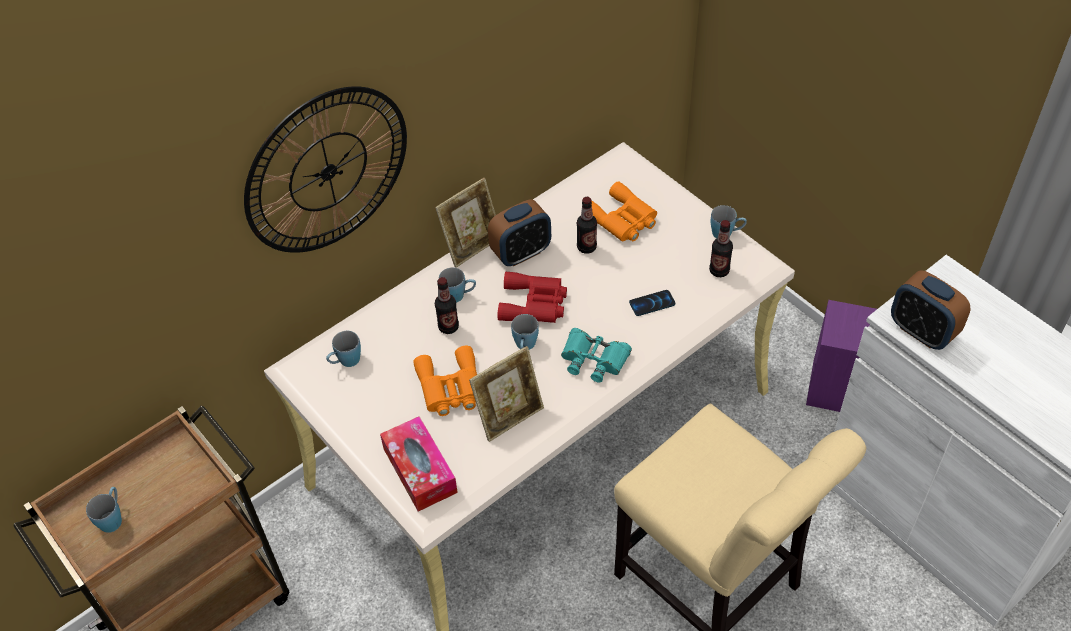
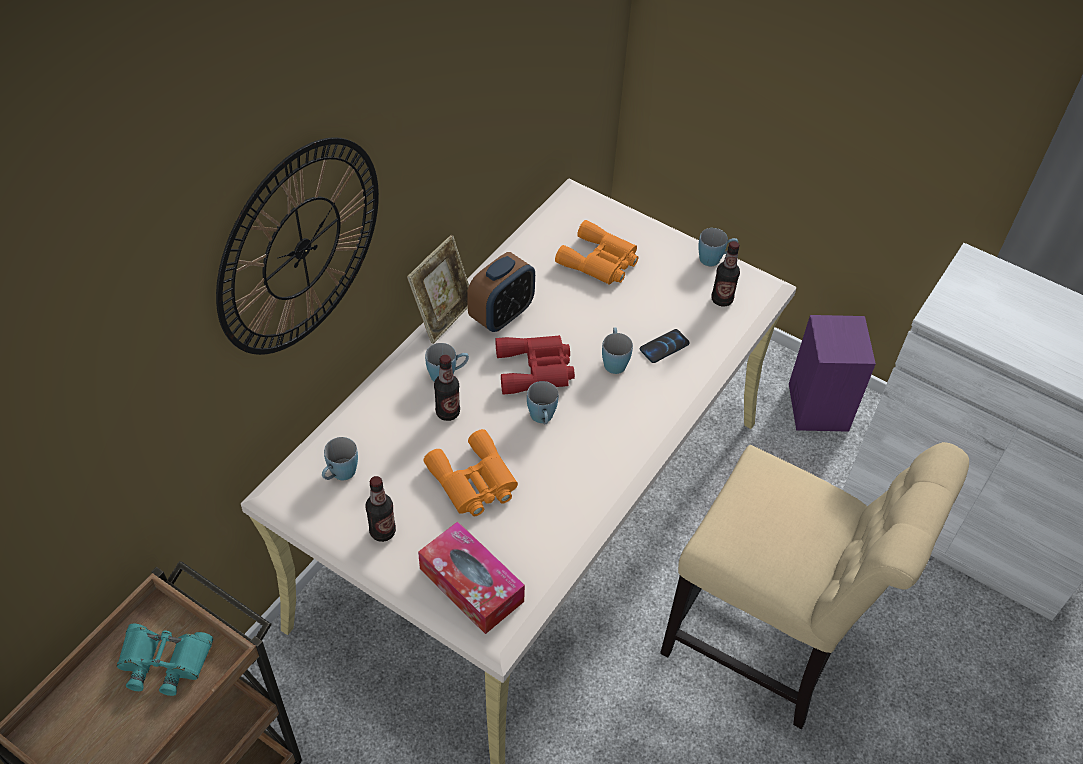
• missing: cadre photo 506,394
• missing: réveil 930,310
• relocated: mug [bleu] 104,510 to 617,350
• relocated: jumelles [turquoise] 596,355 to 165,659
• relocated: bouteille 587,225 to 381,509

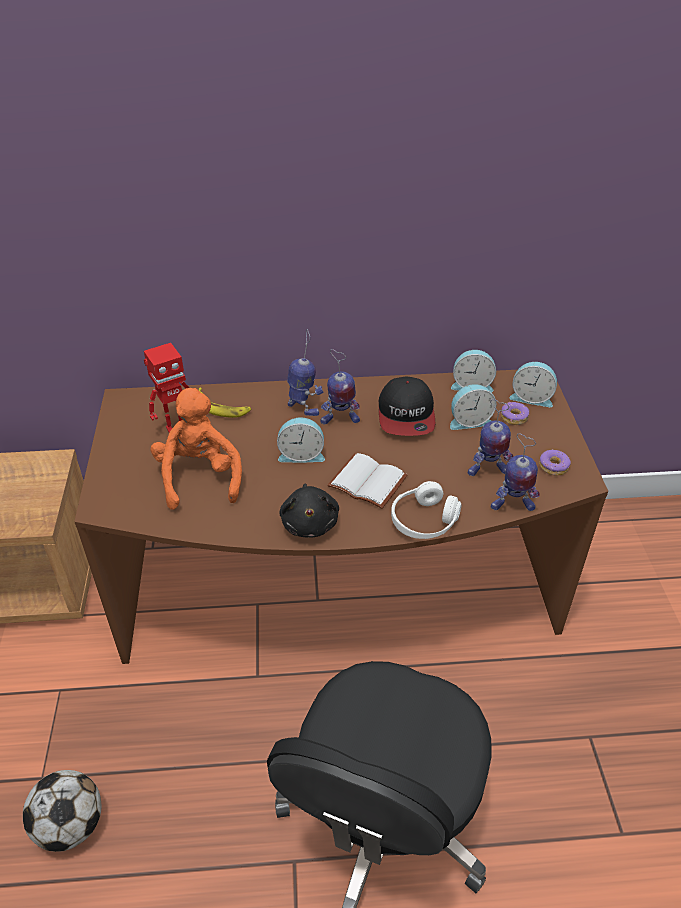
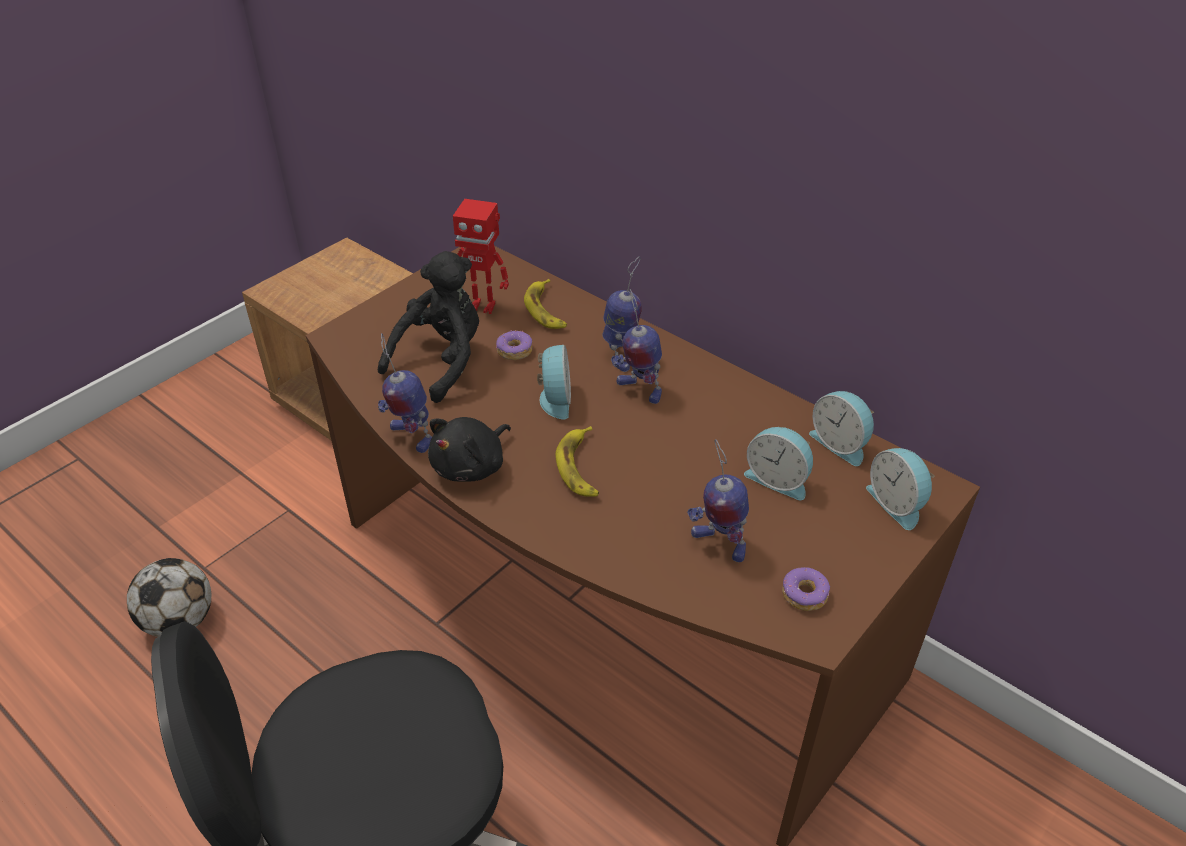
• missing: casquette 407,406
• missing: casque audio [blanc] 426,510
• relocated: robot jouet 515,472 to 405,393
• relocated: beignet 515,413 to 514,345
• exchanged: livre [blanc] 367,481 to banane 577,461
• colour: peluche [orange] 196,449 to peluche [noir] 428,327
• spun: réveil 301,440 = 554,382 135 degrees counterclockwise

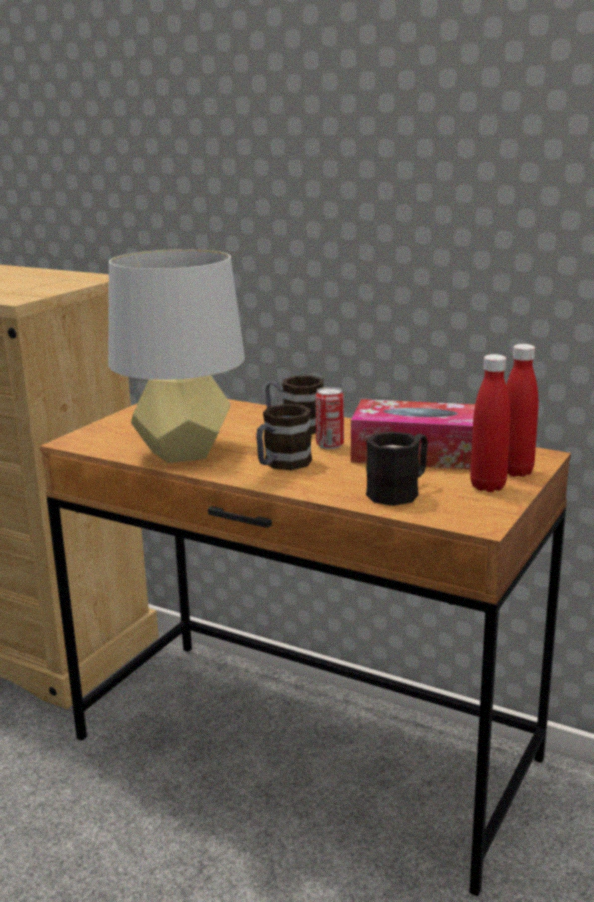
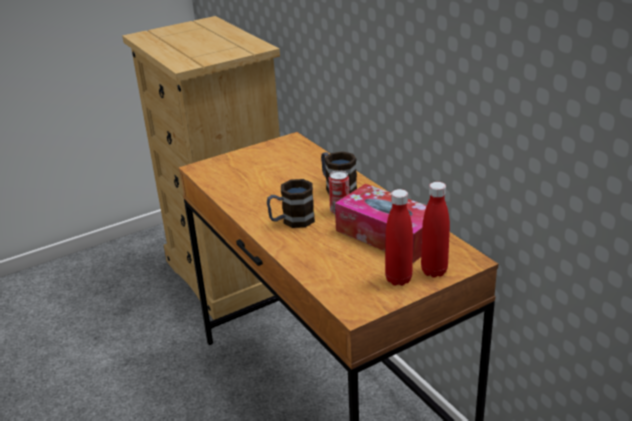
• missing: lampe de table [gris] 176,356
• missing: mug [noir] 397,468

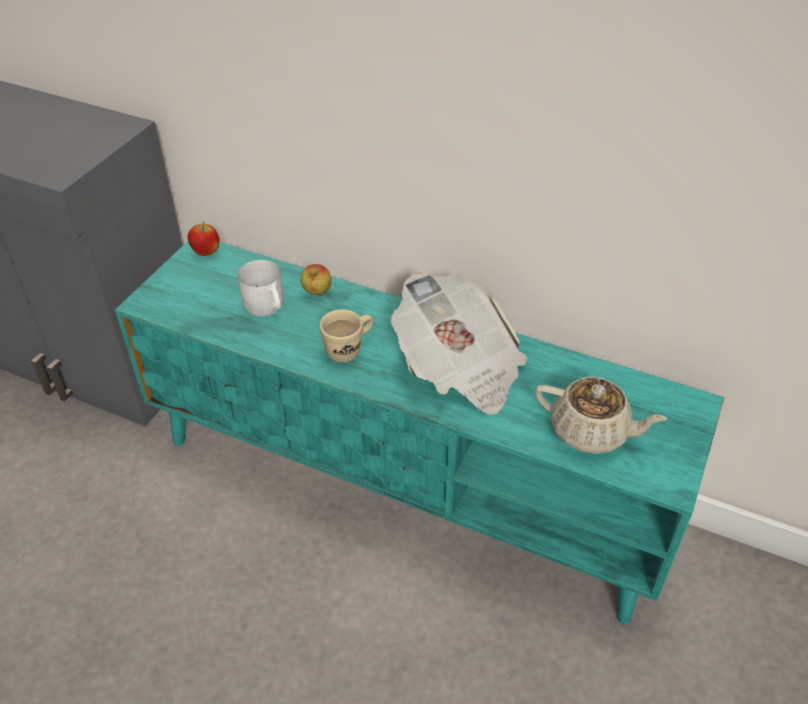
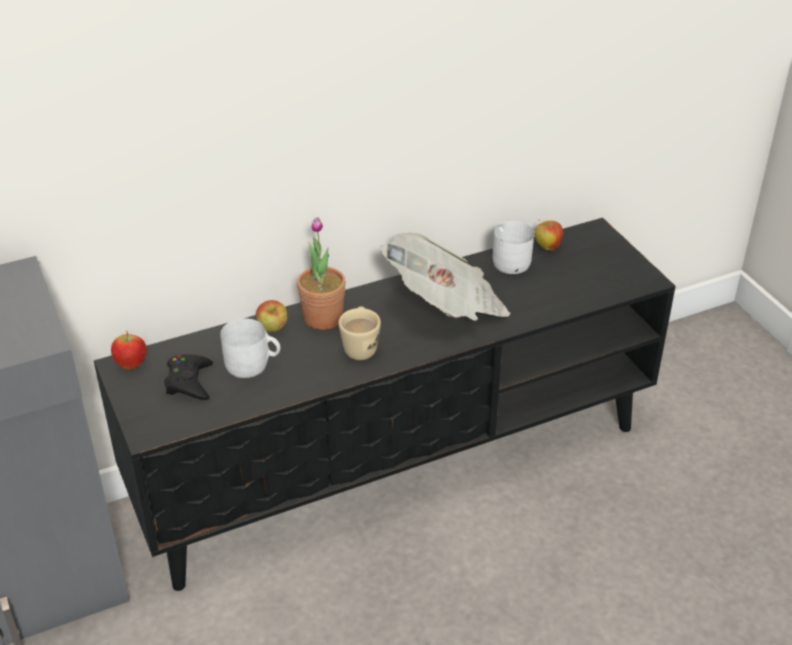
• missing: théière [beige] 601,415
• appeared: manette [noir] 188,377
• appeared: plante en pot 321,273
• appeared: mug [blanc] 513,247
• appeared: pomme 548,235
• colour: meuble télé [turquoise] 420,432 to meuble télé [noir] 385,404

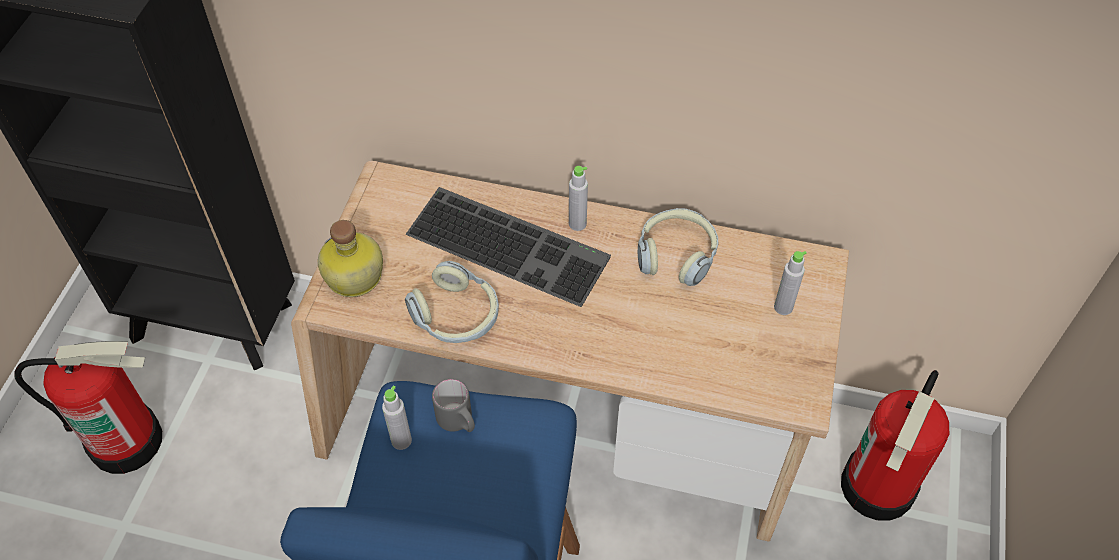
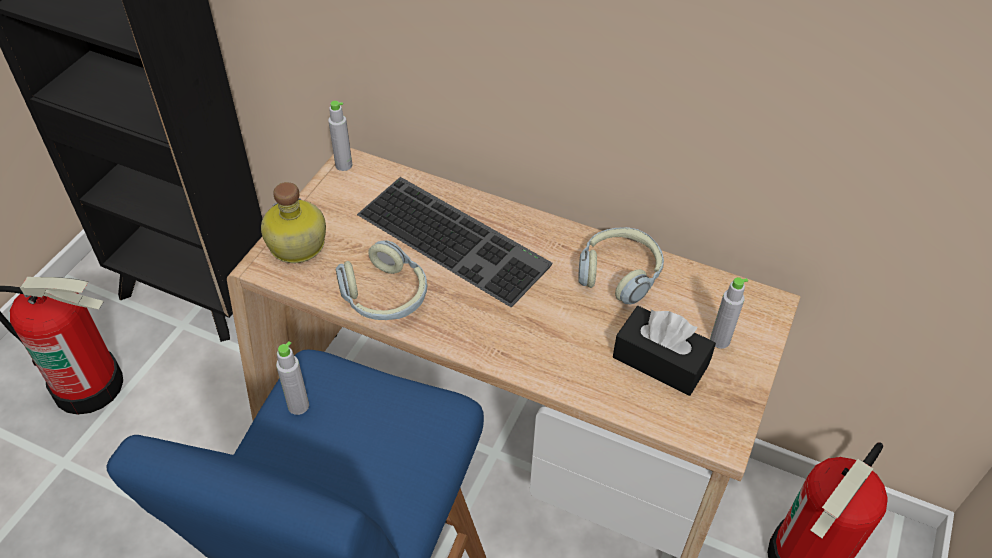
• missing: mug [gris] 453,405
• appeared: boîte à mouchoirs [noir] 664,351
• relocated: bouteille [gris] 578,198 to 340,136

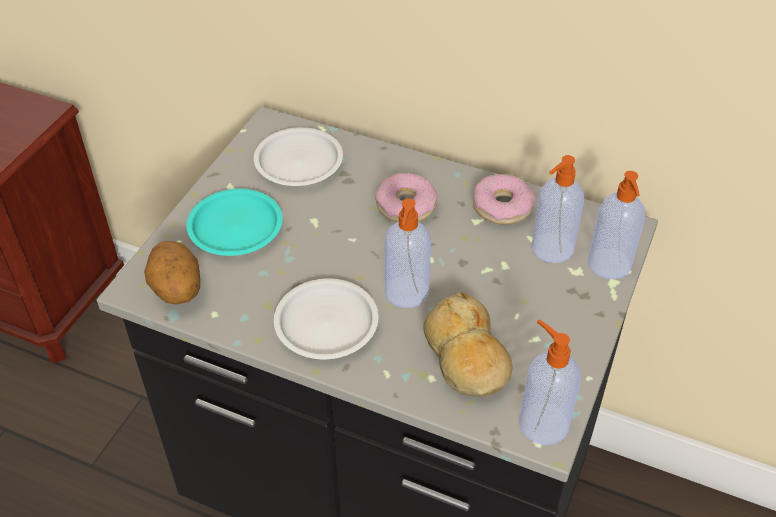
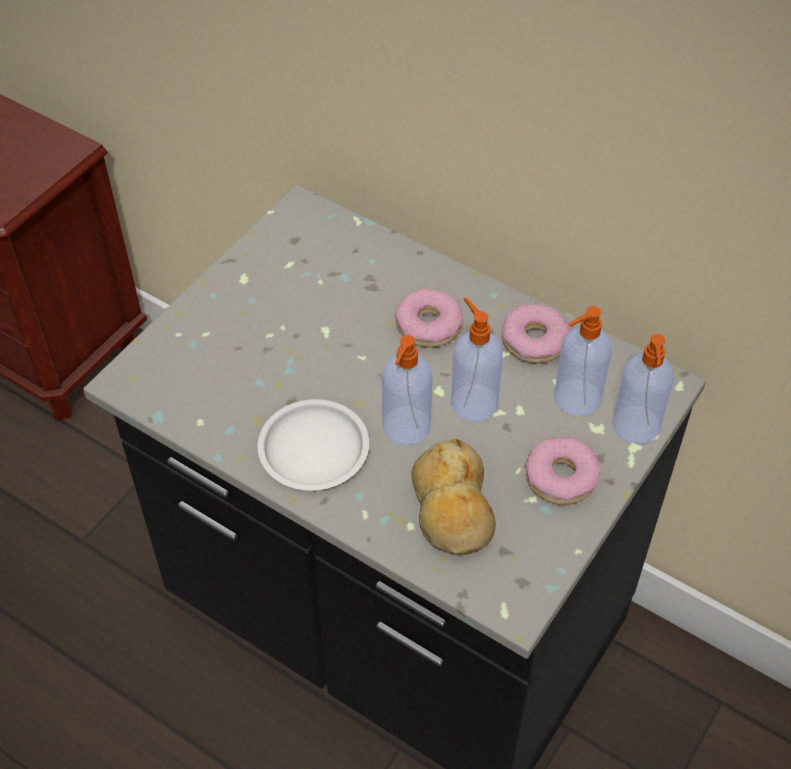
• missing: pomme de terre 172,273
• missing: assiette [turquoise] 234,222
• missing: assiette [blanc] 298,156
• appeared: beignet 563,471
• relocated: distributeur de savon 550,382 to 477,359

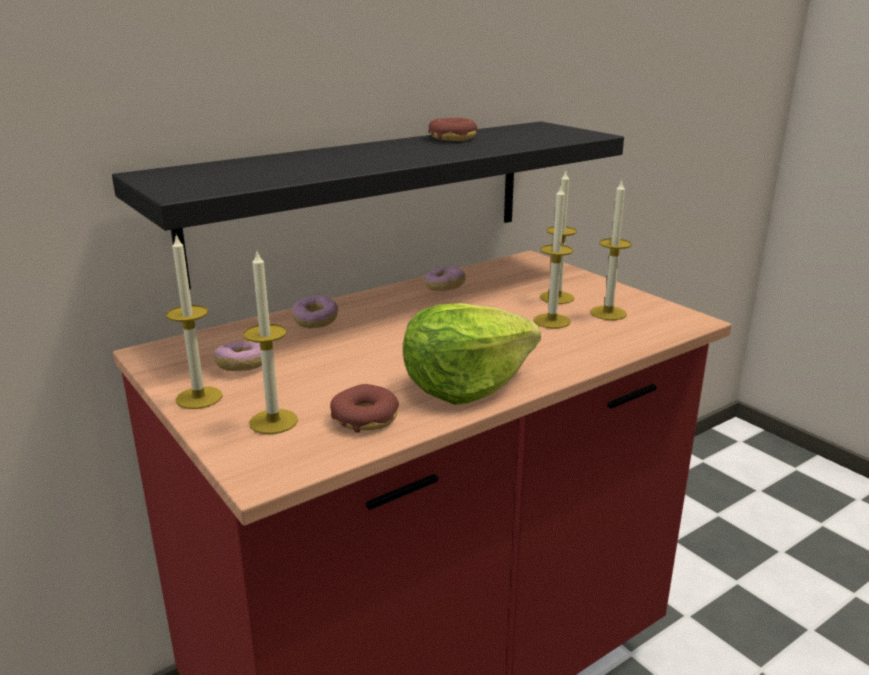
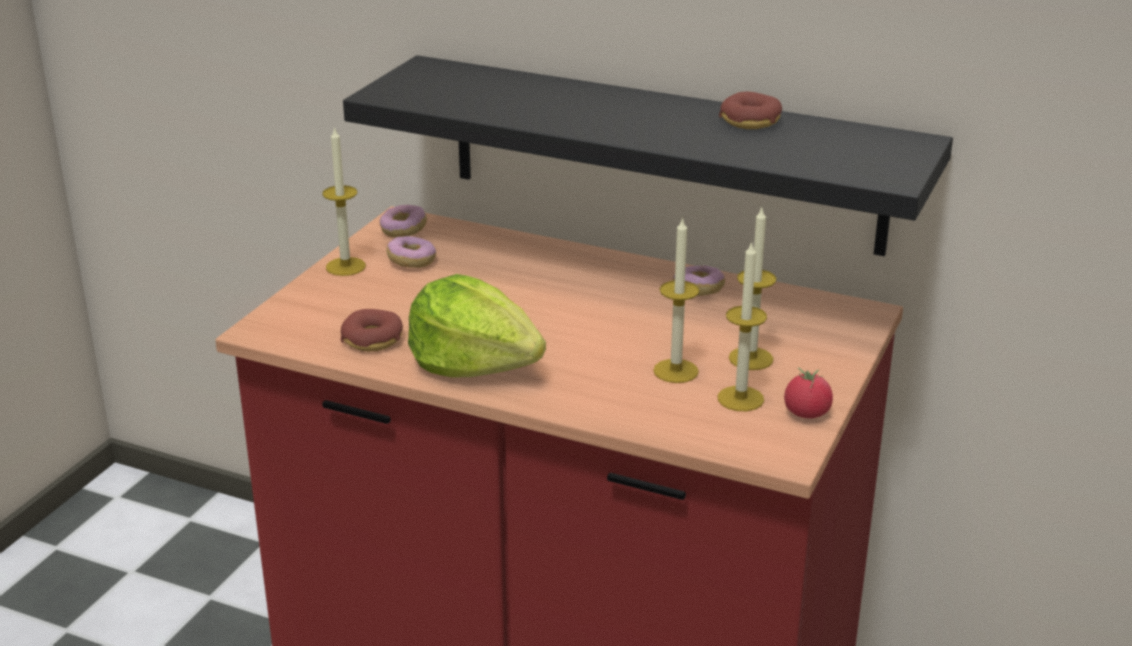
• missing: bougie 270,343
• appeared: tomate 808,393
• relocated: beignet 314,312 to 403,221

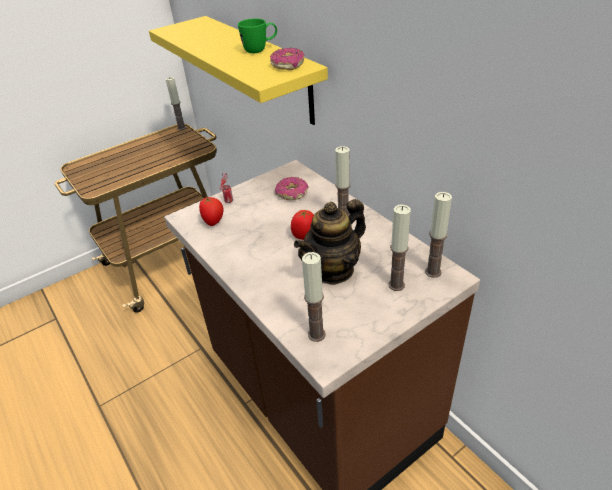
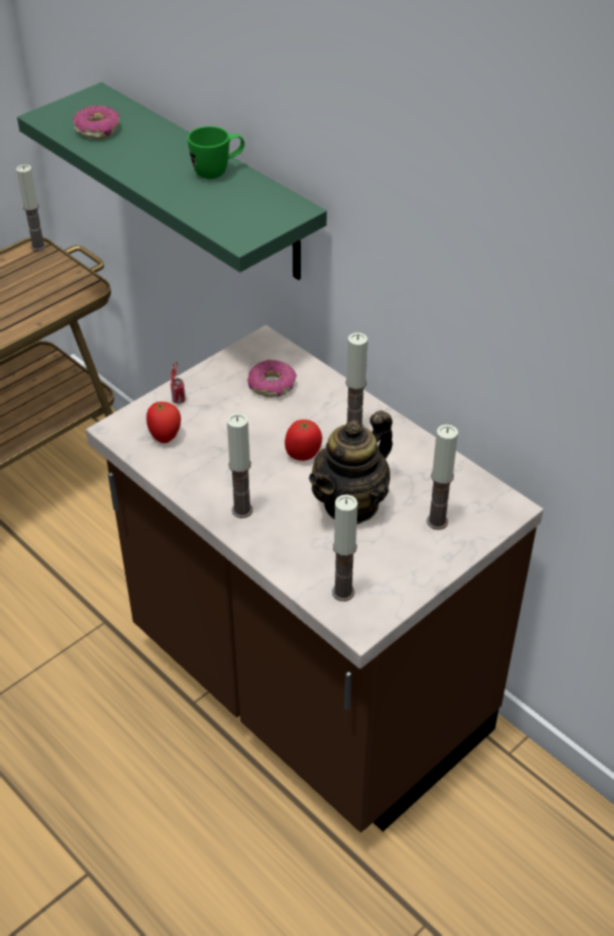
• relocated: beignet 287,59 to 96,122
• relocated: bougie 438,235 to 240,465
• colour: étagère [jaune] 238,70 to étagère [vert] 172,181

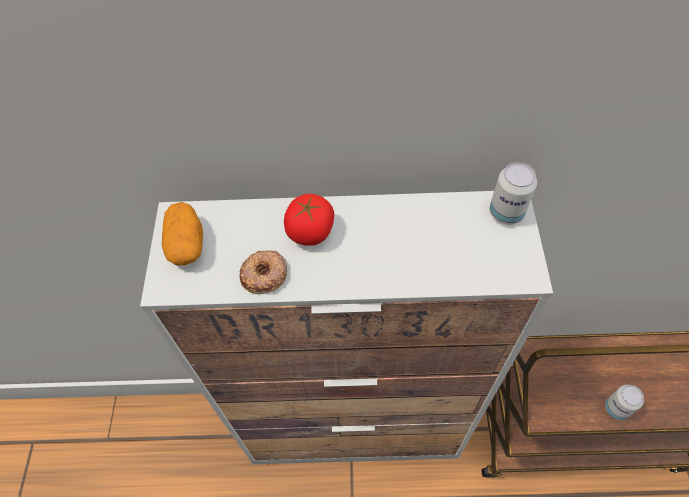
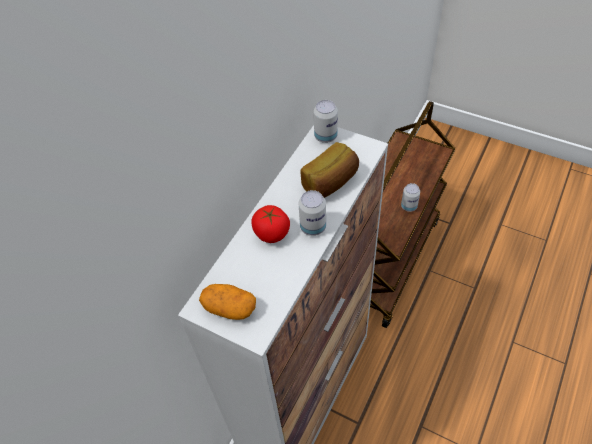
• missing: beignet 263,272
• appeared: boîte métallique 312,213
• appeared: pain 329,170

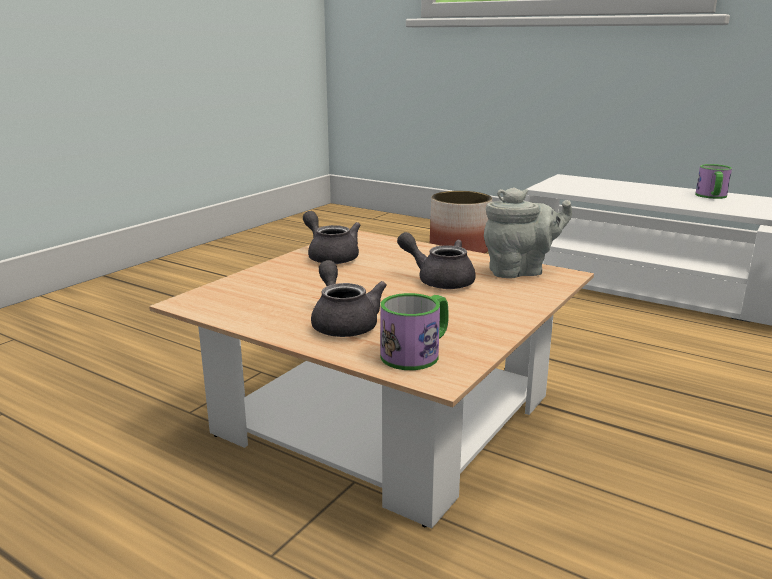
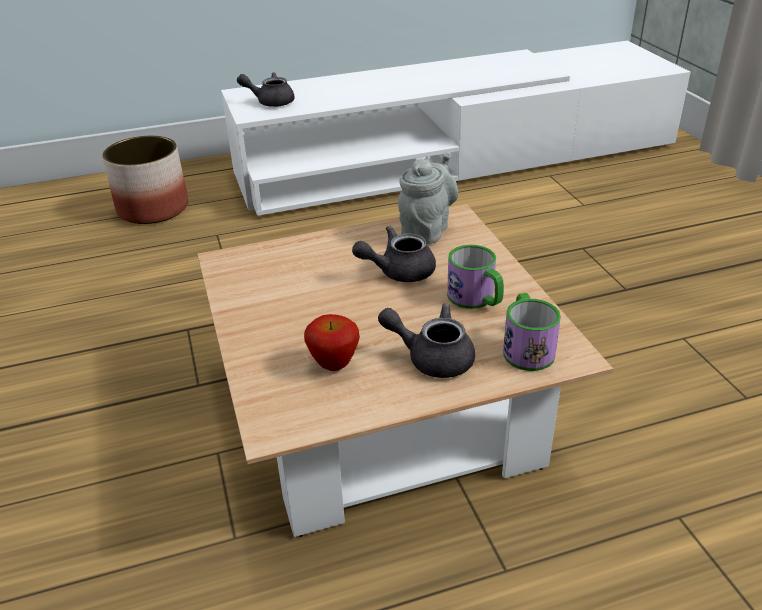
• appeared: pomme 332,342
• relocated: théière [gris] 331,237 to 265,89
• relocated: mug 713,181 to 475,277

